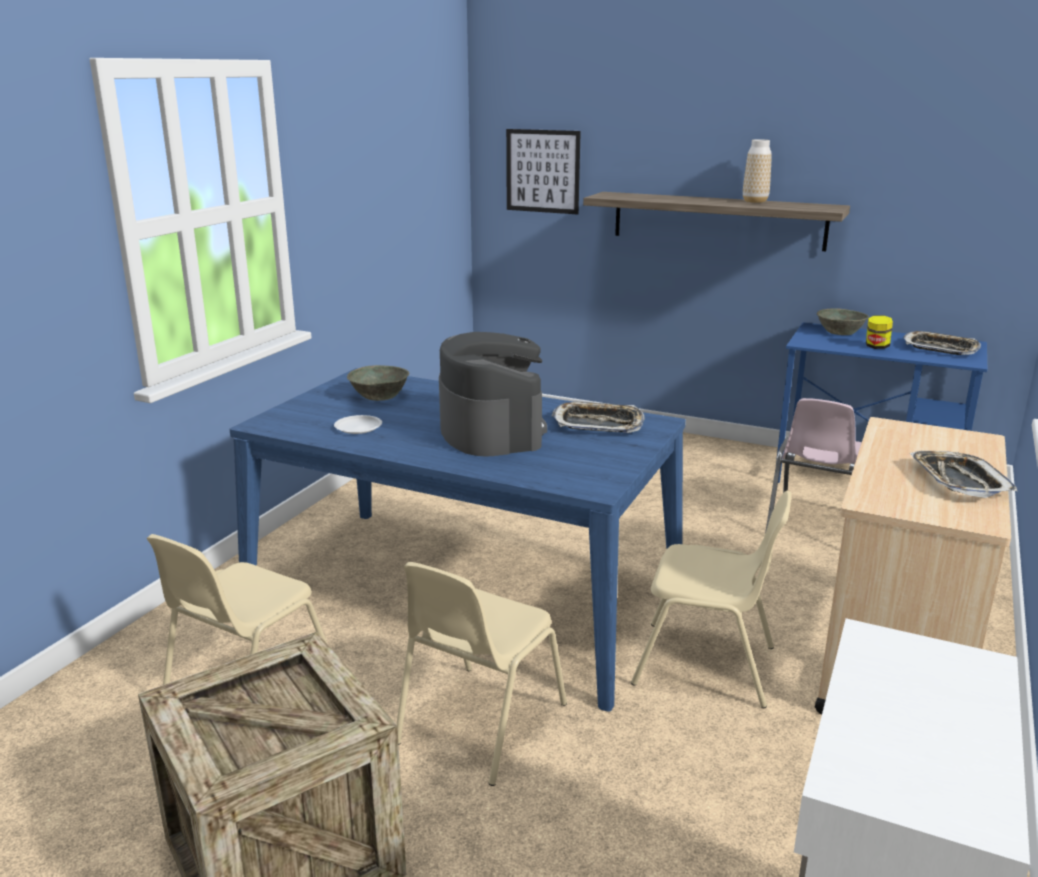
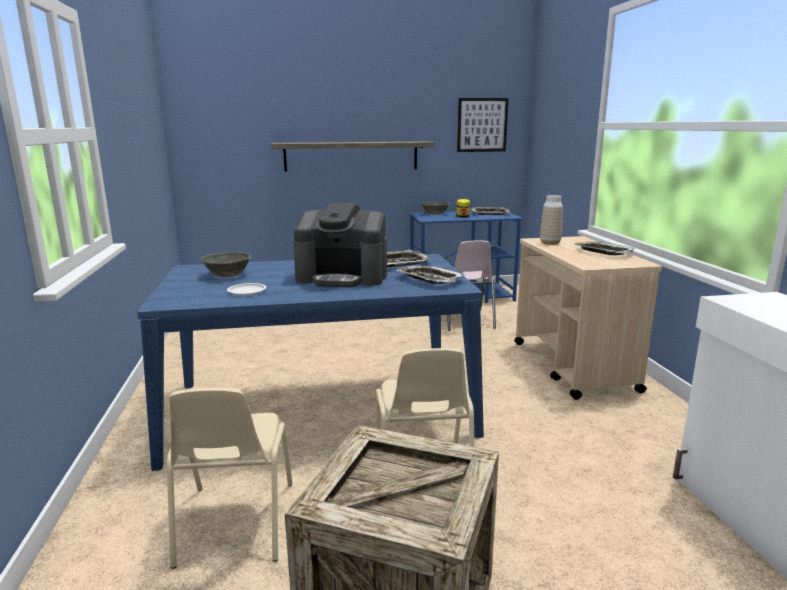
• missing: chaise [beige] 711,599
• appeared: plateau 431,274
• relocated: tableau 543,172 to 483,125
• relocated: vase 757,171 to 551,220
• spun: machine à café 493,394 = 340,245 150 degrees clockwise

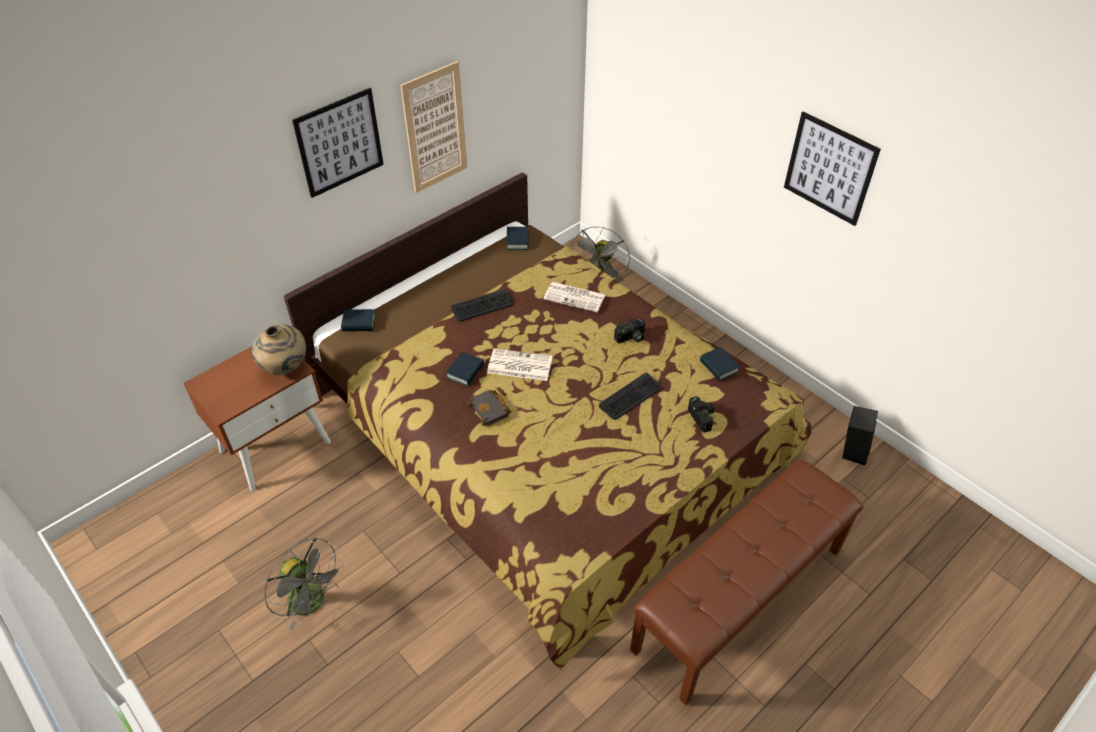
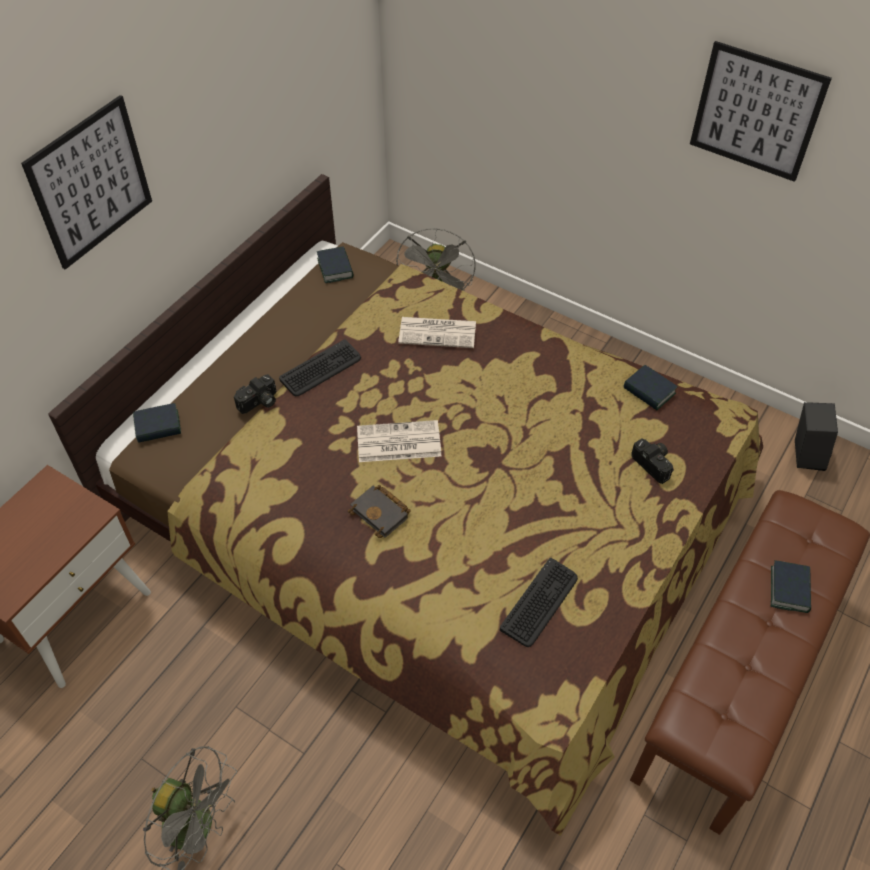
• missing: vase [beige] 279,350
• missing: tableau 433,127
• relocated: livre 465,369 to 791,586
• relocated: clavier 630,396 to 539,602
• relocated: appareil photo 630,330 to 255,394

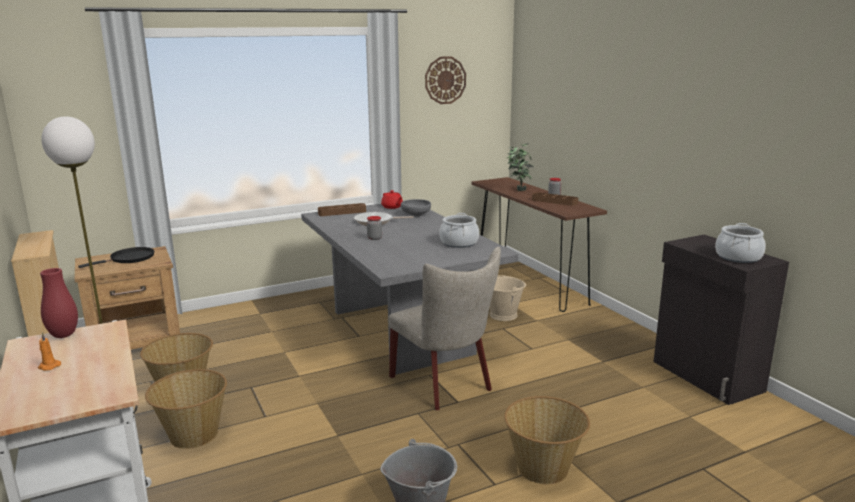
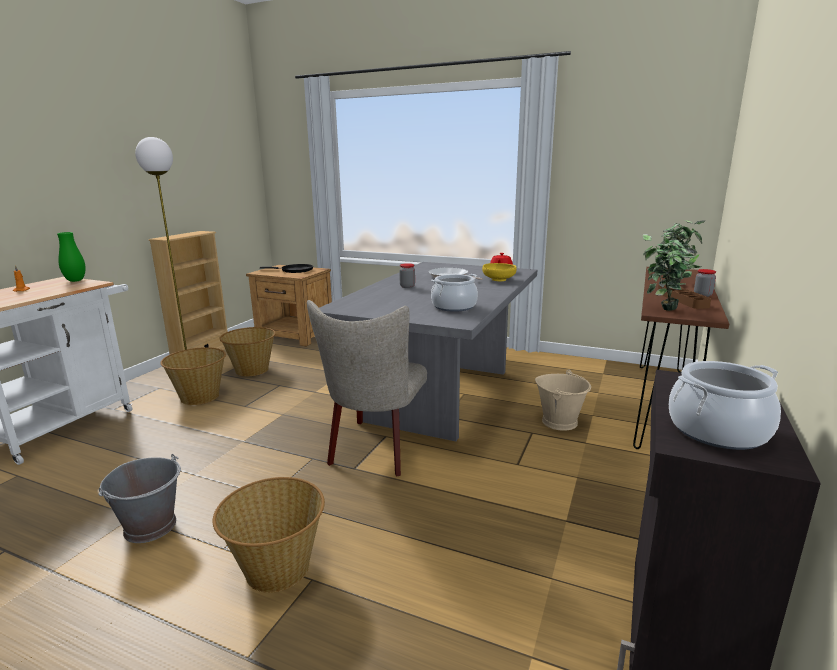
• missing: plateau [marron] 342,209
• missing: horloge murale 445,80
• appeared: plante en pot 672,272
• colour: vase [rouge] 59,303 to vase [vert] 71,257
• colour: bol [gris] 416,208 to bol [jaune] 499,272

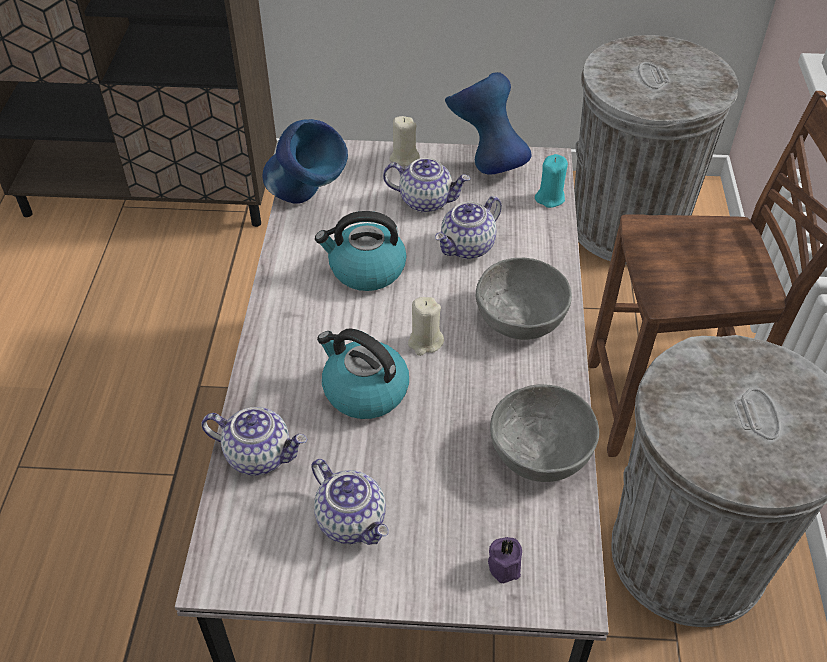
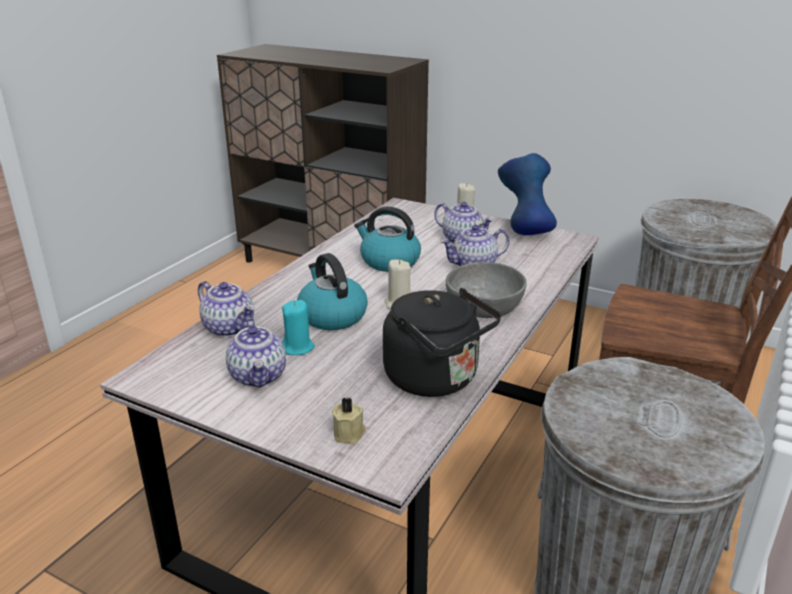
• missing: vase [bleu] 305,161
• relocated: bougie [turquoise] 551,181 to 298,327
• exchanged: bol [gris] 544,433 to bouilloire [noir] 442,342
• colour: bougie [violet] 505,560 to bougie [beige] 349,421

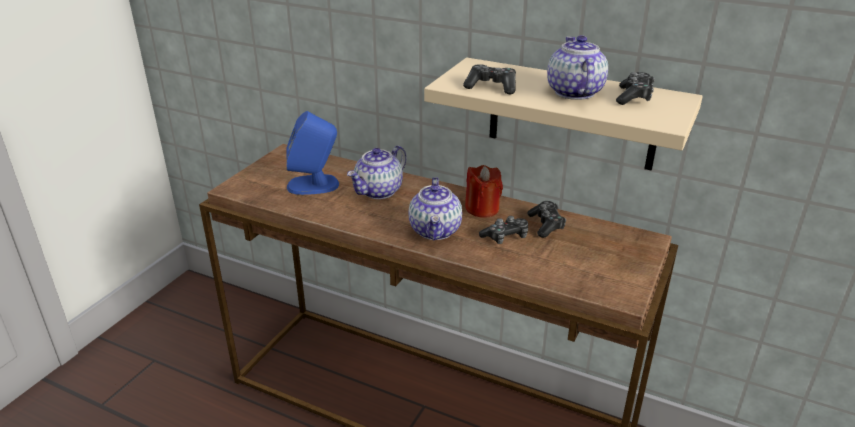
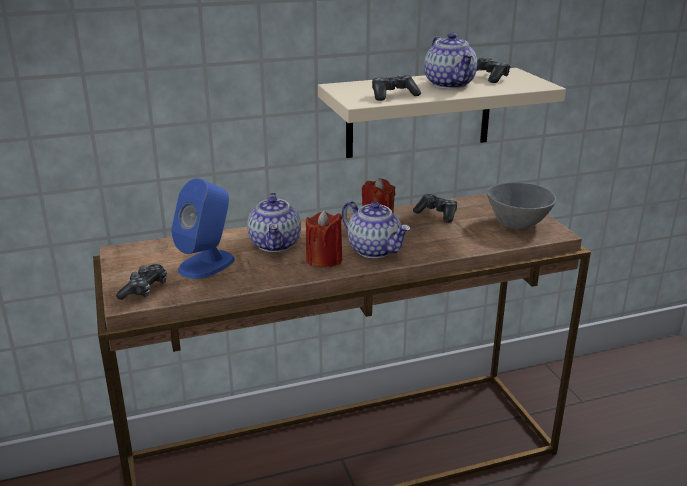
• appeared: bougie [rouge] 324,239
• appeared: bol [gris] 521,205
• relocated: manette 503,230 to 141,282
• spun: théière 577,67 = 450,61 150 degrees counterclockwise

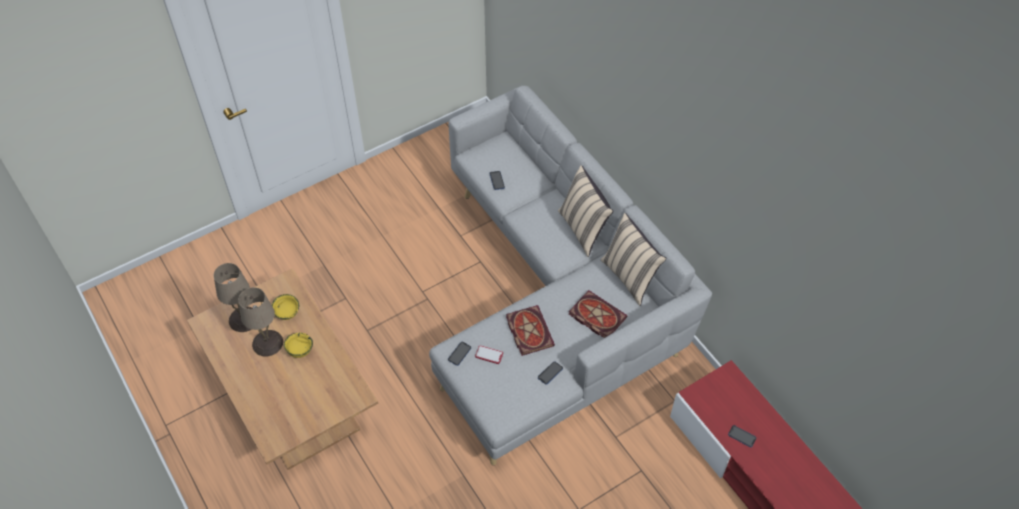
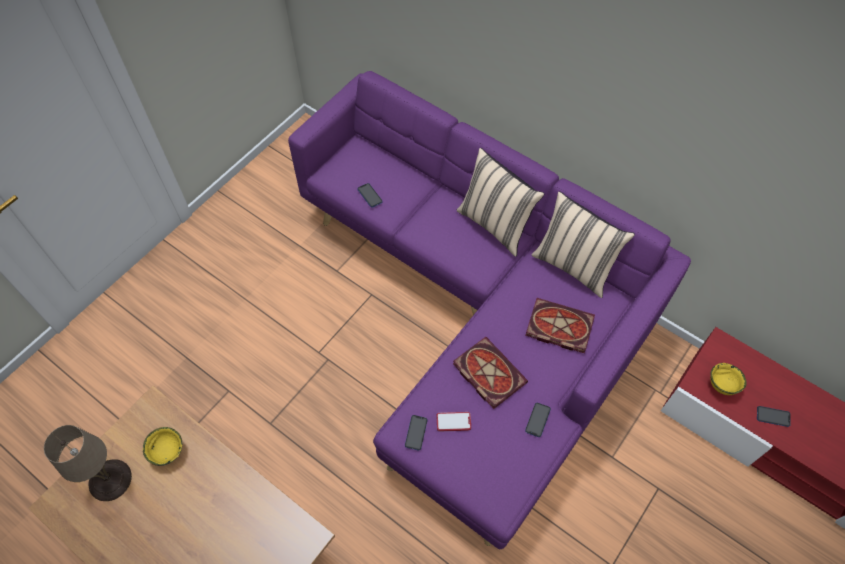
• missing: lampe de table [beige] 260,322
• relocated: bol [jaune] 298,345 to 728,379
• colour: canapé [gris] 570,275 to canapé [violet] 489,310

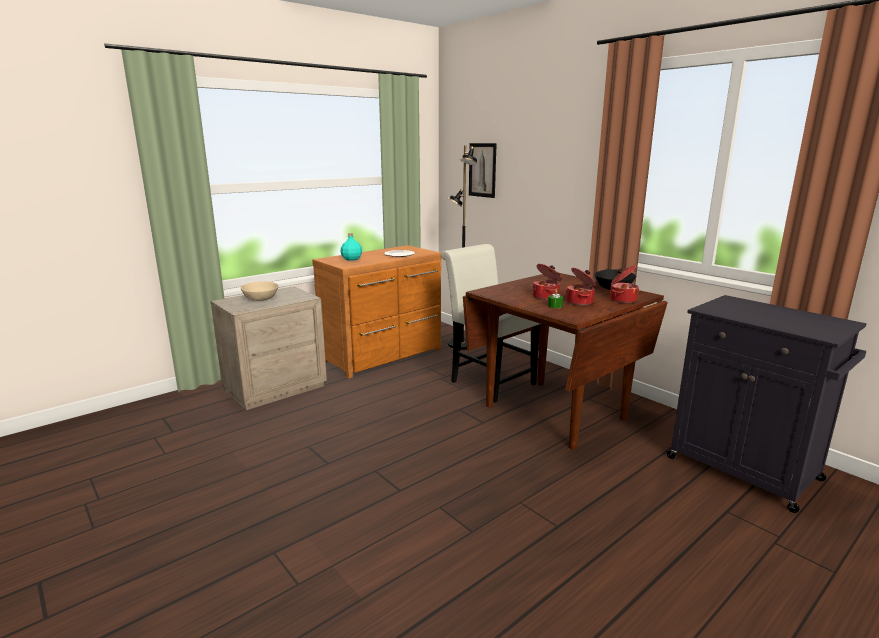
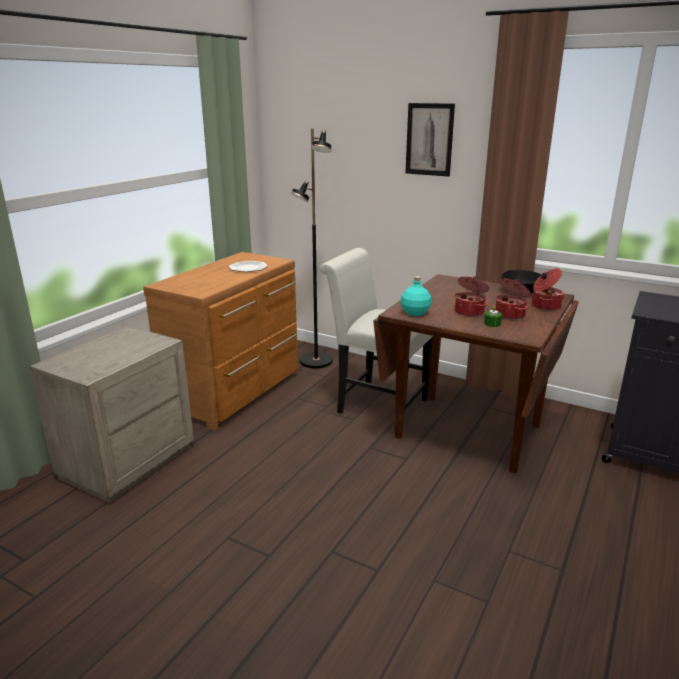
• missing: bol [beige] 259,291
• relocated: bouteille [turquoise] 351,247 to 416,296
• relocated: tableau 483,170 to 430,140

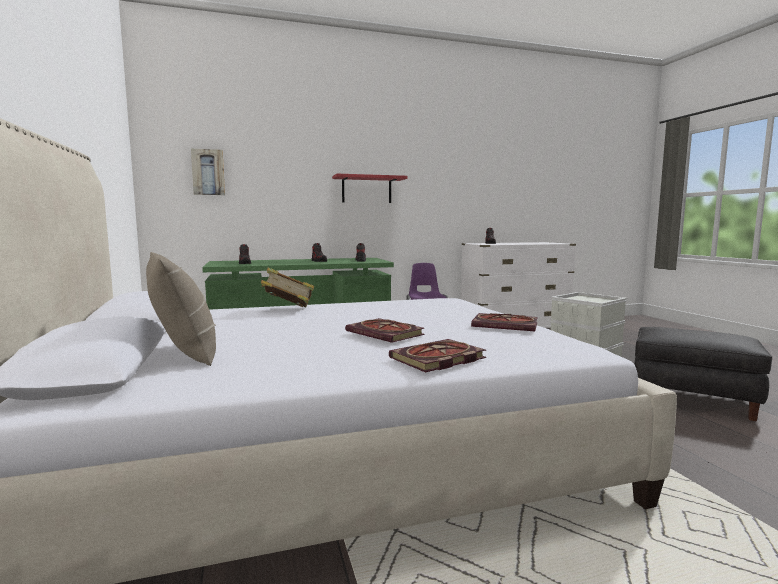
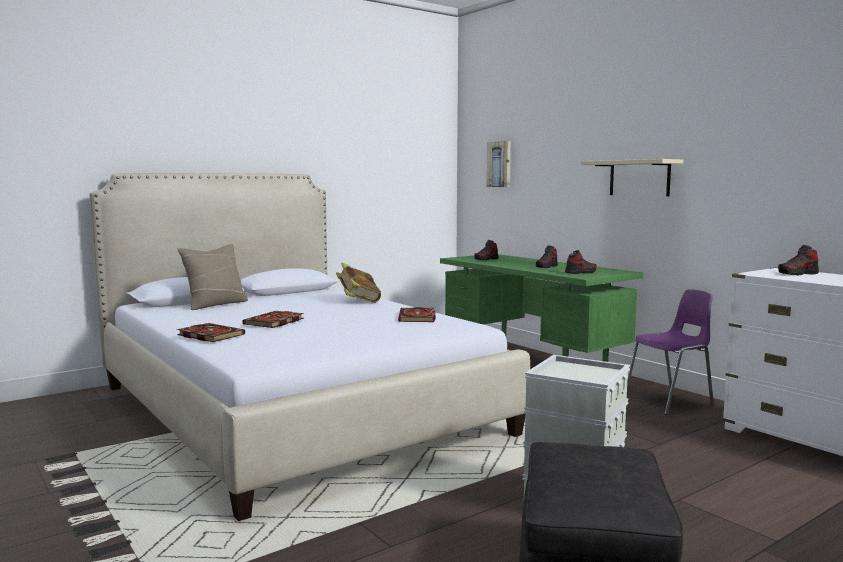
• relocated: livre 504,322 to 417,314
• colour: étagère [rouge] 369,188 to étagère [beige] 632,177

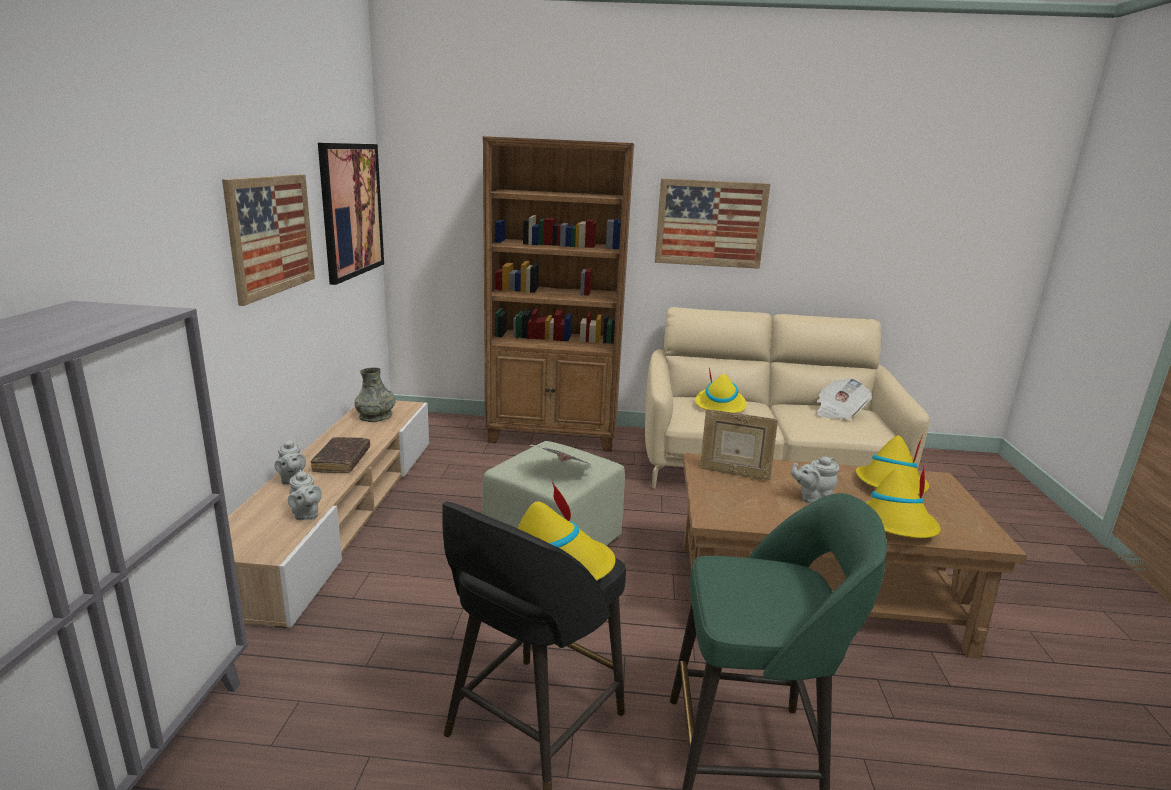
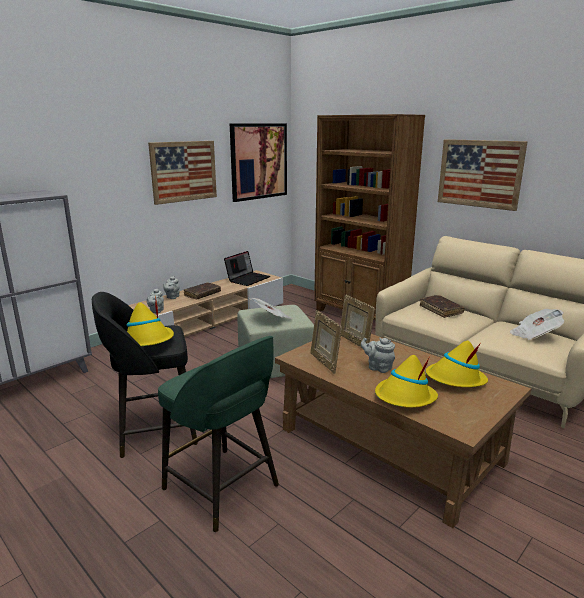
• appeared: cadre photo 326,341
• exchanged: vase [gris] 375,394 to ordinateur portable 247,268
• exchanged: chapeau [jaune] 721,390 to livre [marron] 442,306

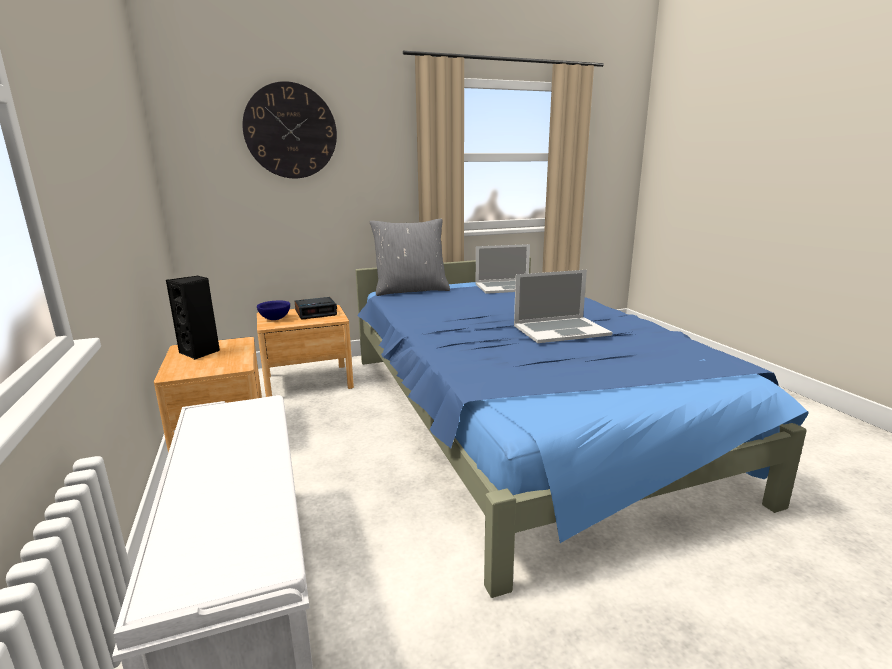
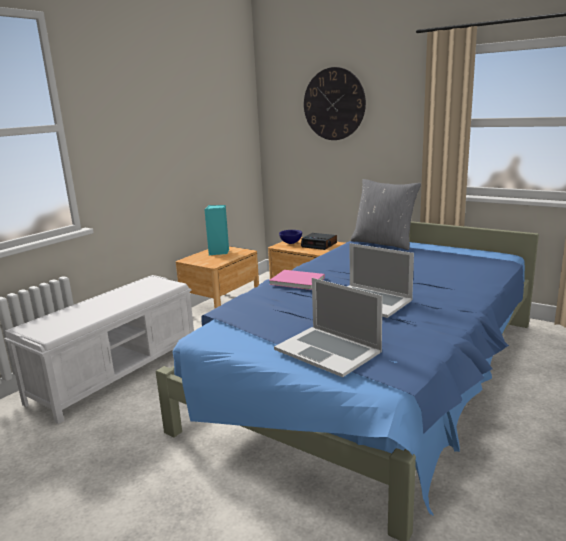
• appeared: livre [rose] 297,280
• relocated: ordinateur portable 503,269 to 328,327
• colour: enceinte [noir] 193,318 to enceinte [turquoise] 216,230

